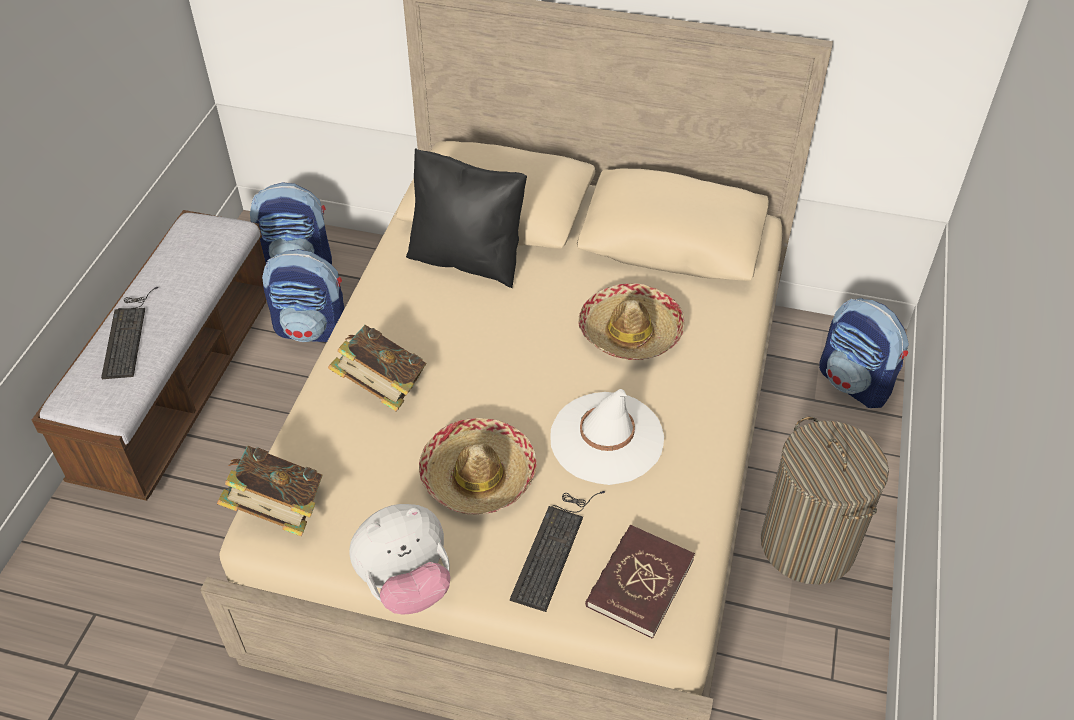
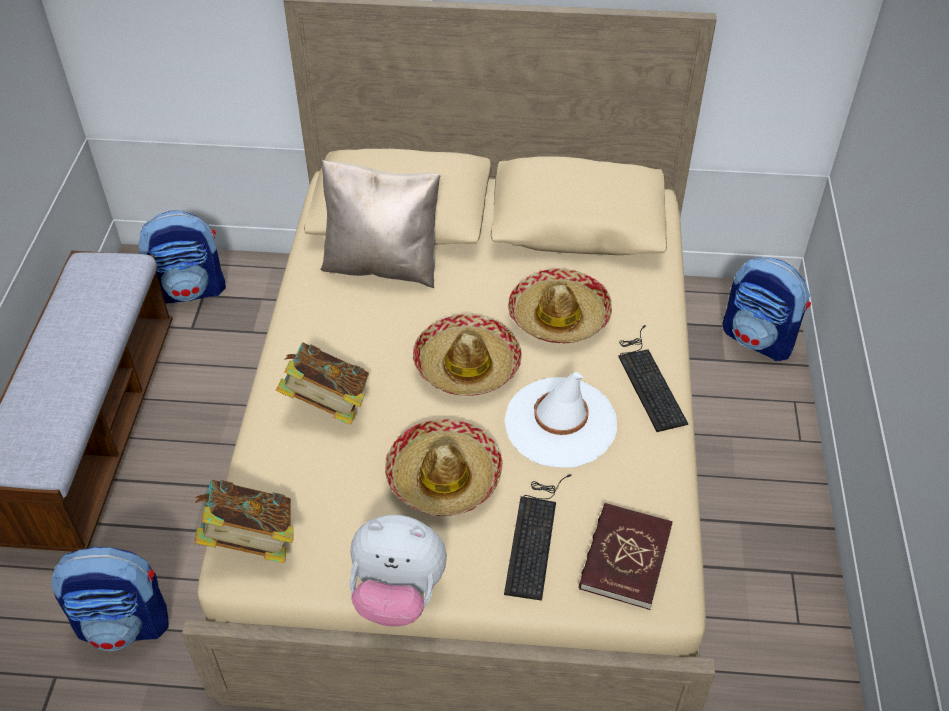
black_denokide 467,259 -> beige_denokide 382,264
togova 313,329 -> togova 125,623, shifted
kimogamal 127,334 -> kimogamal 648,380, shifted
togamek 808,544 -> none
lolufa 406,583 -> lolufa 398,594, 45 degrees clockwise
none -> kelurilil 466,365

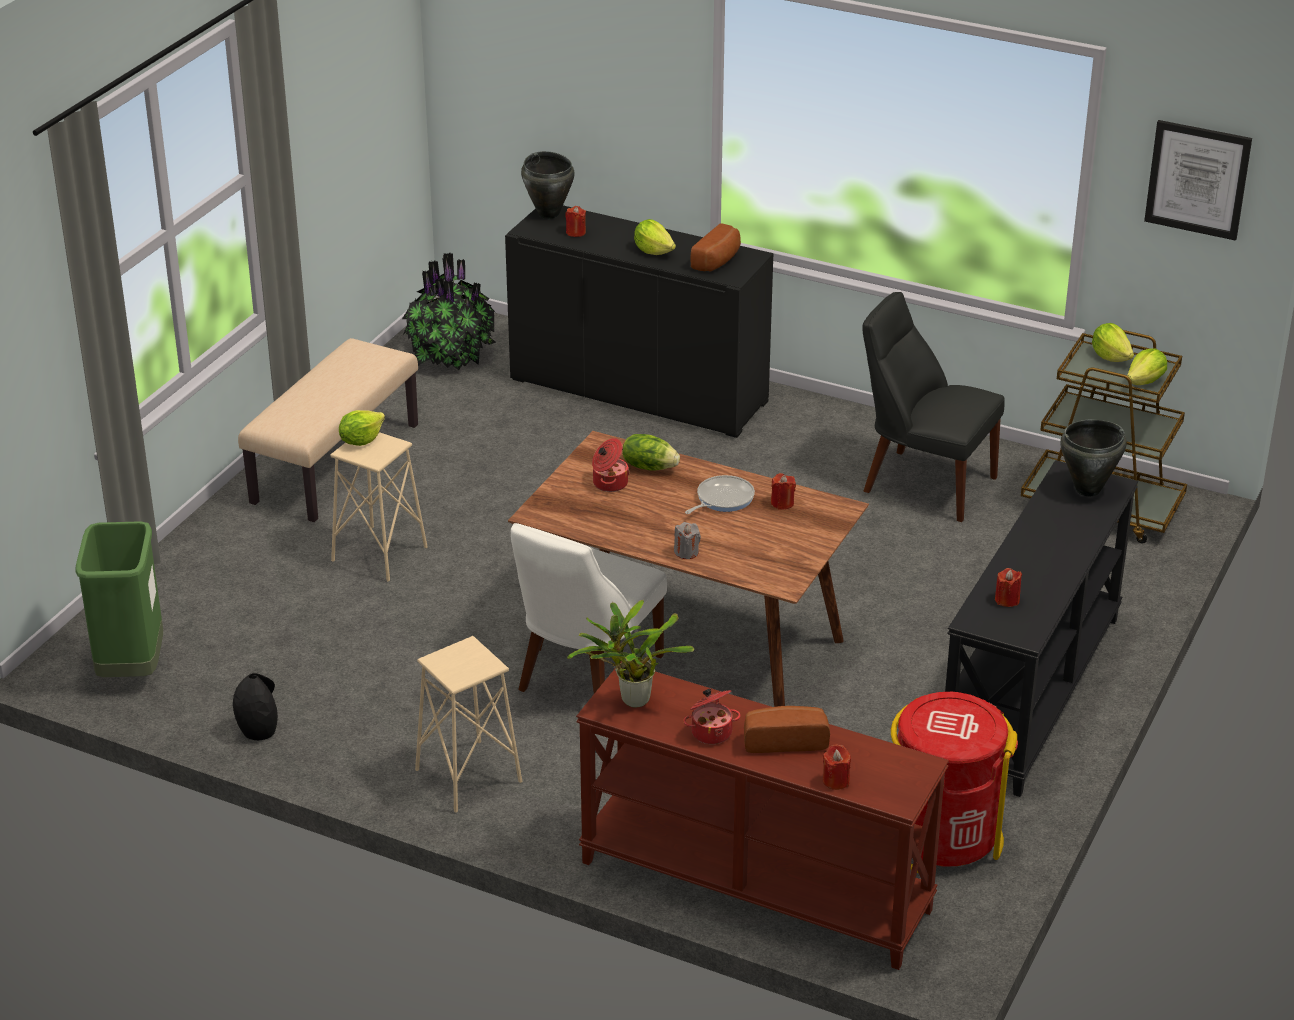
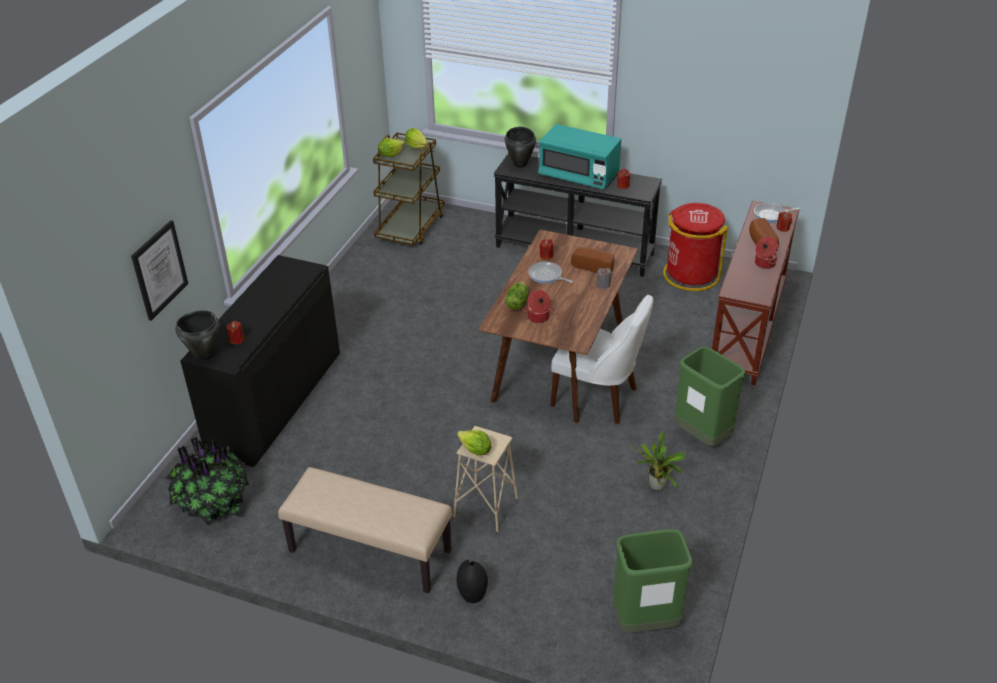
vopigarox 1197,179 -> vopigarox 159,270, shifted
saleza 653,251 -> none
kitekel 718,260 -> kitekel 594,266, shifted
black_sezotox 923,483 -> none
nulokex 631,700 -> nulokex 657,487, shifted
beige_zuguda 468,776 -> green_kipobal 702,435
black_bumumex 258,730 -> black_bumumex 472,594, shifted
none -> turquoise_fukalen 579,176
none -> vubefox 771,215

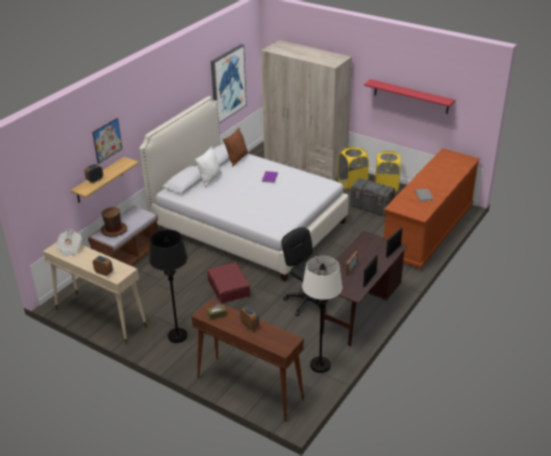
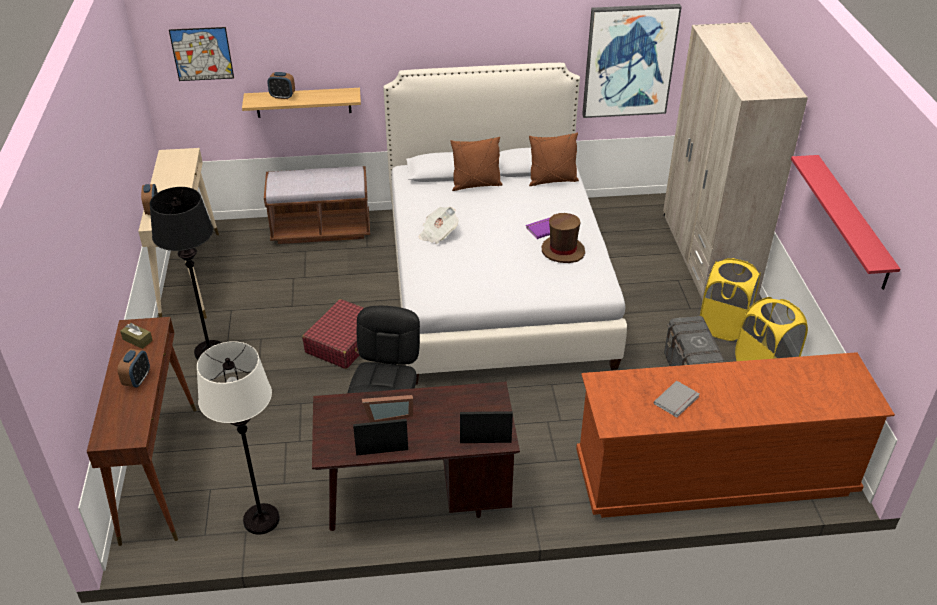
vopigarox 107,140 -> vopigarox 202,54, shifted
white_denokide 210,179 -> brown_denokide 476,185
brown_kelurilil 114,230 -> brown_kelurilil 562,251, shifted
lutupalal 69,249 -> lutupalal 438,234, shifted

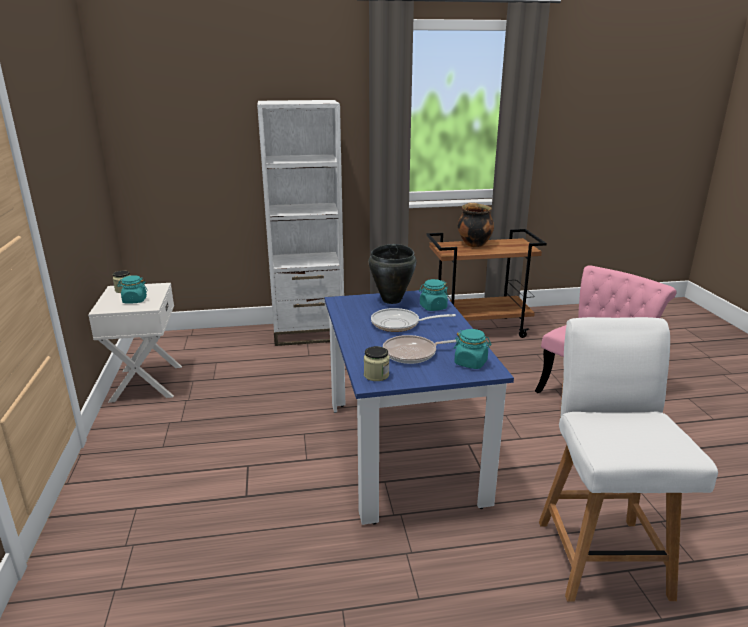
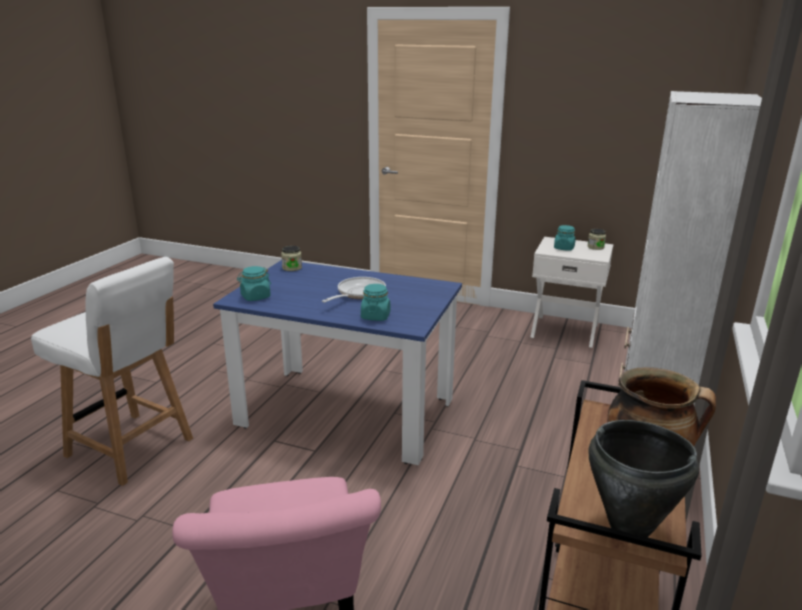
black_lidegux 392,300 -> black_lidegux 629,529, shifted
vubefox 413,353 -> none

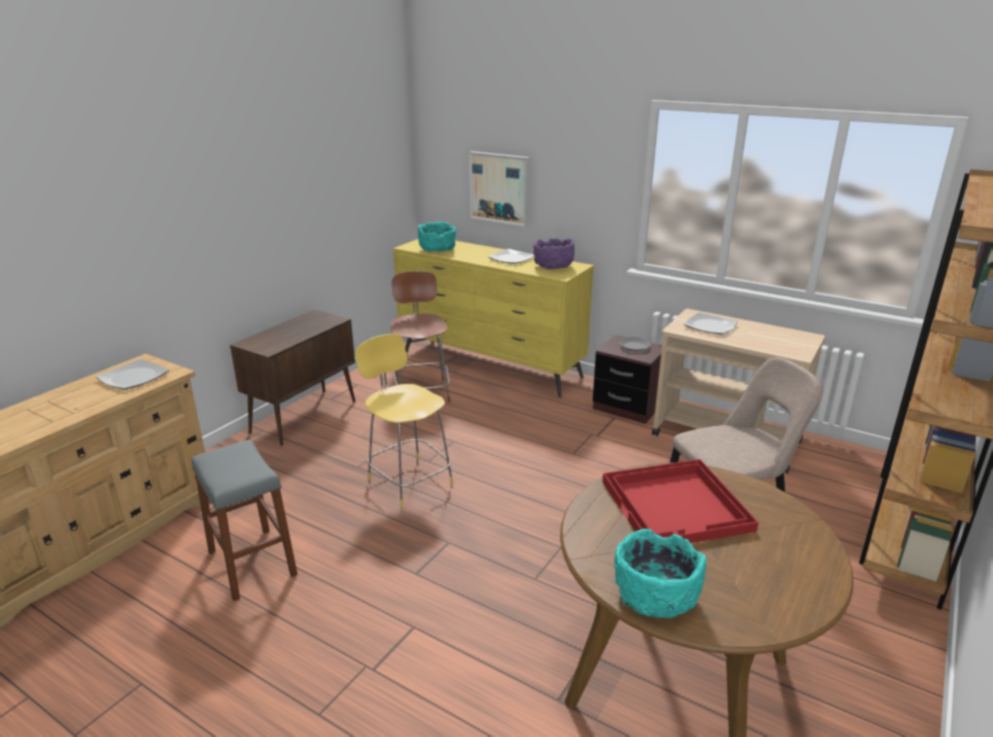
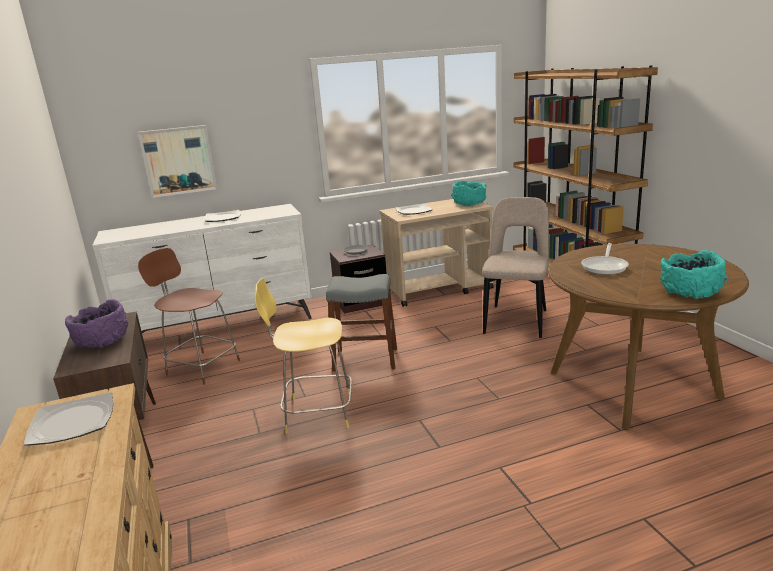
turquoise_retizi 437,249 -> turquoise_retizi 469,203, shifted
purple_retizi 553,266 -> purple_retizi 102,341, shifted
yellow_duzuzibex 490,365 -> white_duzuzibex 221,327
grey_zuguda 252,563 -> grey_zuguda 365,359, shifted
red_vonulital 677,506 -> vubefox 605,267

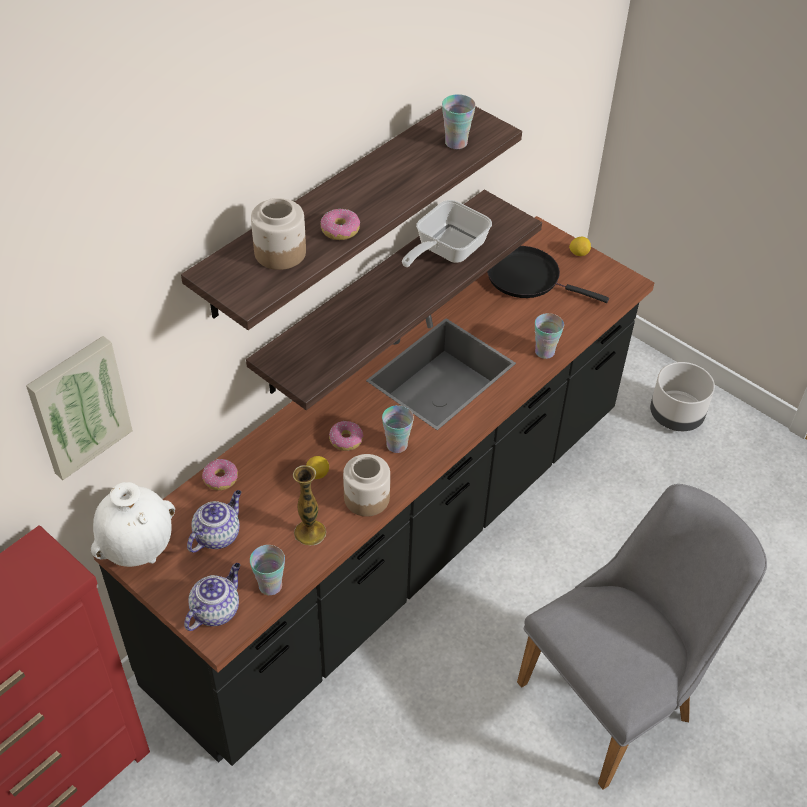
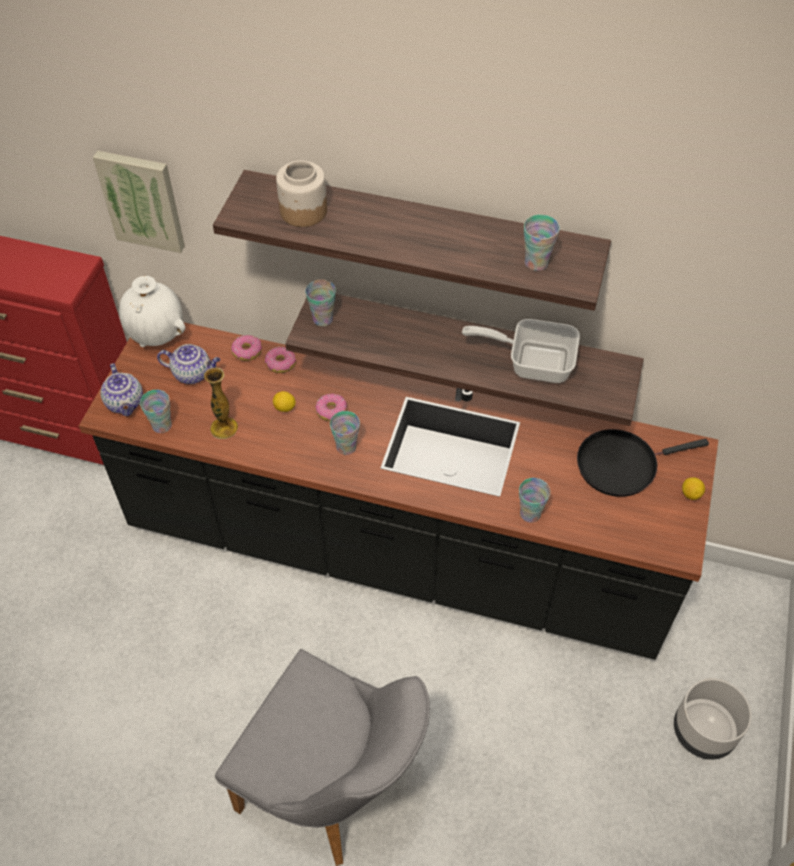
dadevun 340,230 -> dadevun 280,363, shifted
black_vubefox 528,278 -> black_vubefox 621,464, 105 degrees counterclockwise
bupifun 367,498 -> none
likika 216,609 -> likika 125,403, 60 degrees clockwise
none -> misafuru 323,319

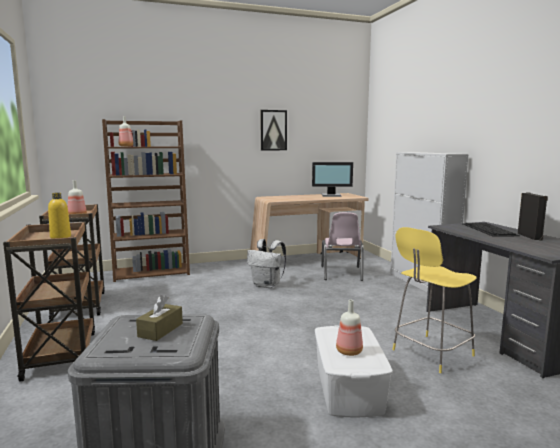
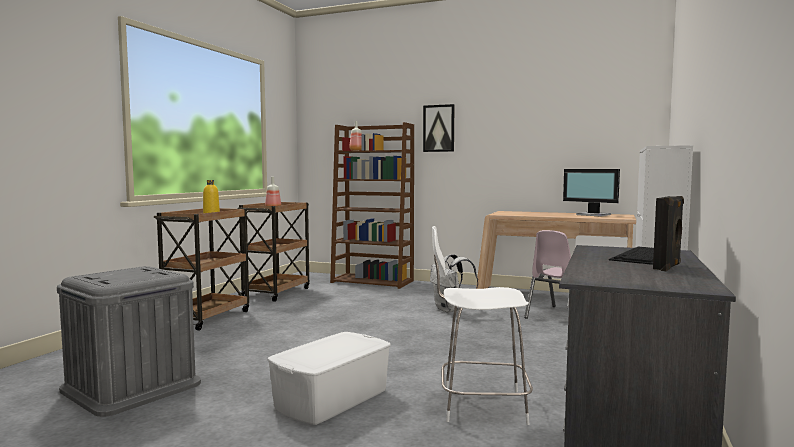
vopigarox 273,130 -> vopigarox 439,128, shifted
yellow_zuguda 430,353 -> white_zuguda 479,405
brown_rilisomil 160,330 -> none
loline 349,352 -> none

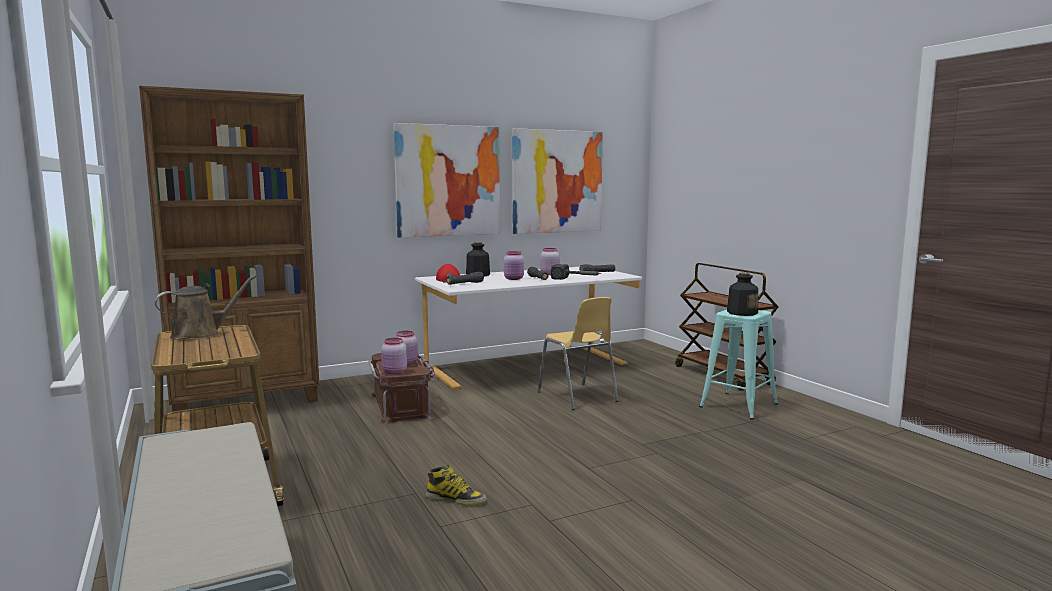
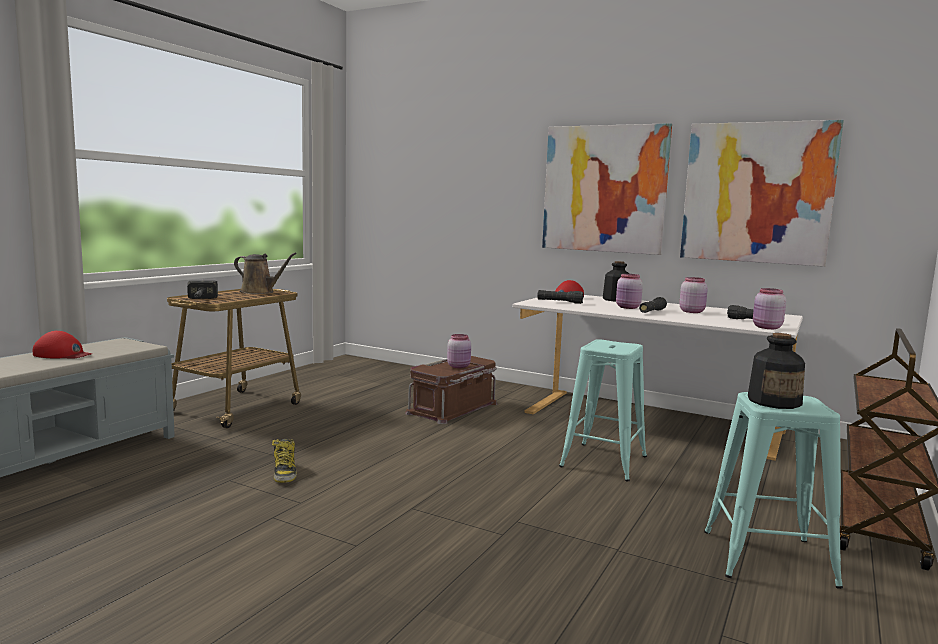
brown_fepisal 247,401 -> none
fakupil 577,279 -> fakupil 200,300, shifted
yellow_sezotox 578,397 -> turquoise_zuguda 603,461
pink_bupifun 394,372 -> pink_bupifun 766,327, shifted
none -> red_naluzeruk 62,354

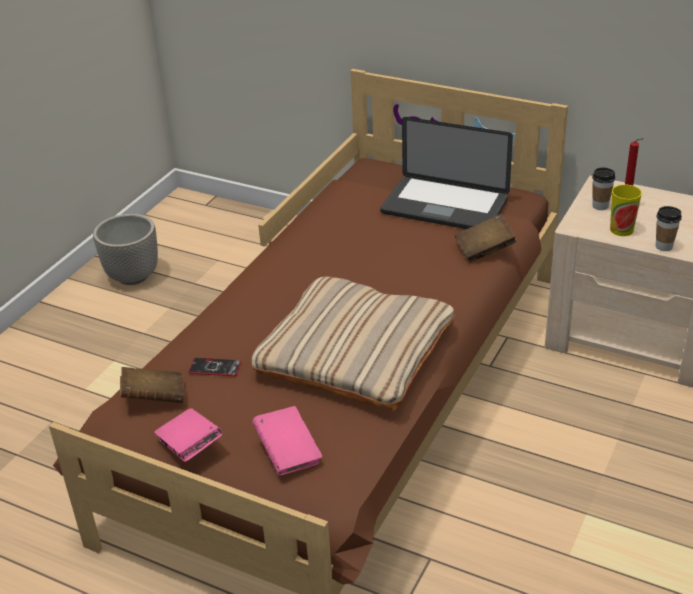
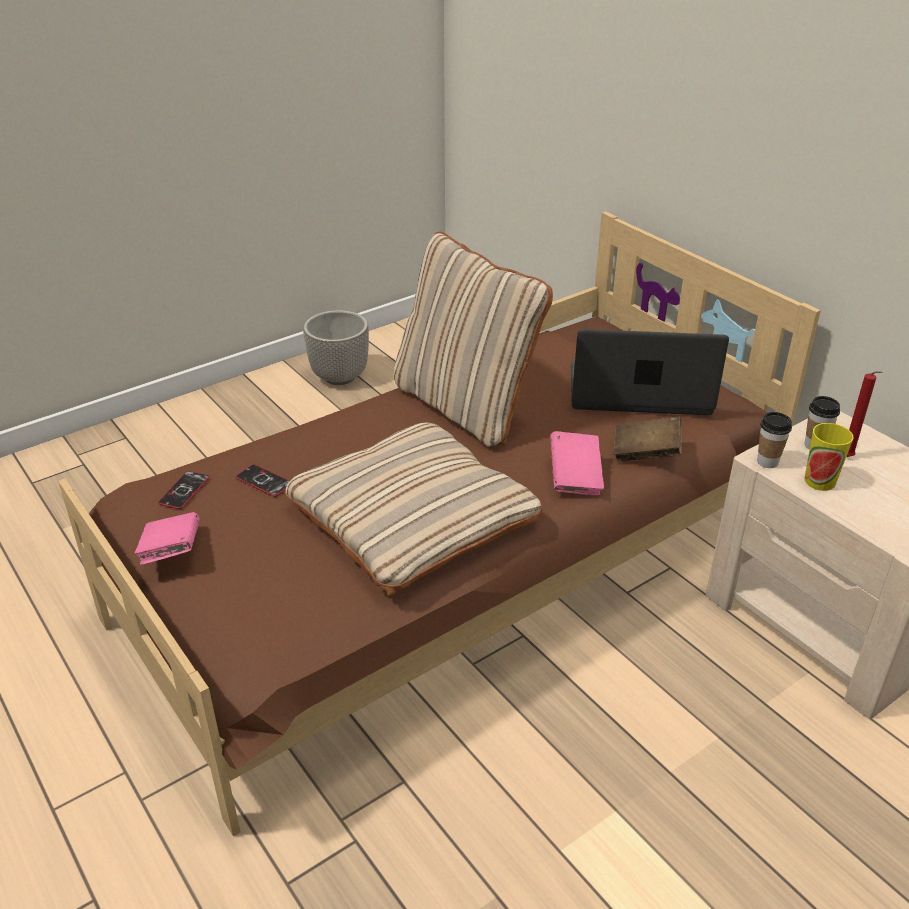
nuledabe 444,206 -> nuledabe 639,392, 135 degrees clockwise
misafuru 664,246 -> misafuru 767,462, shifted
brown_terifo 154,398 -> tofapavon 184,491
pink_terifo 288,453 -> pink_terifo 575,478, shifted
none -> beige_denokide 466,405

